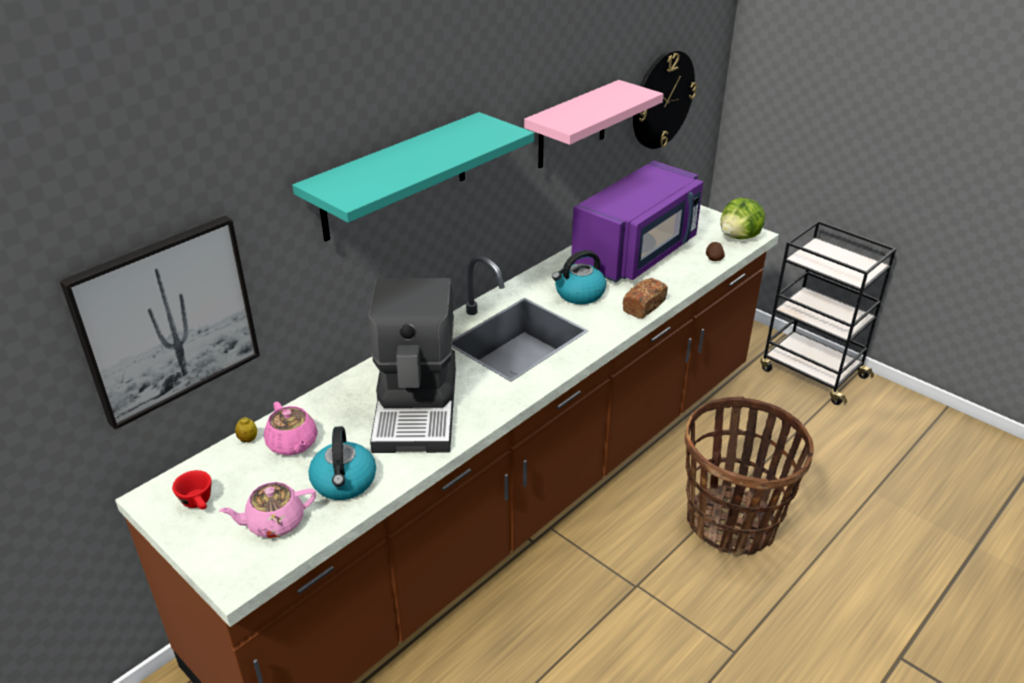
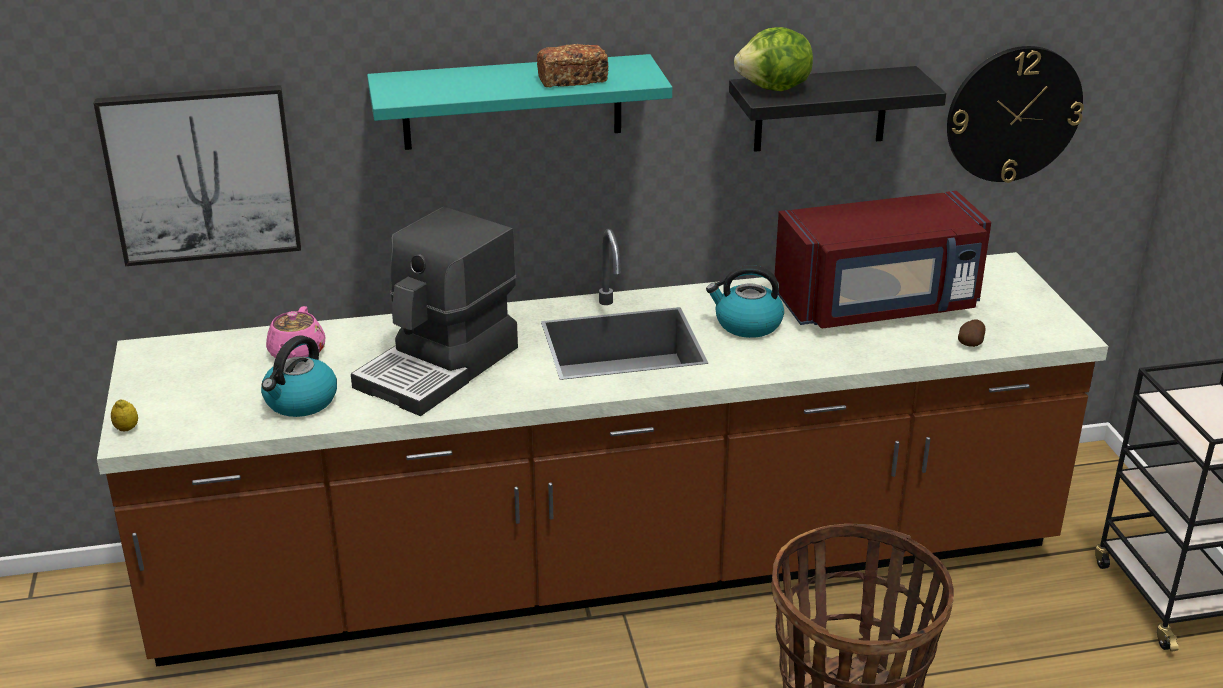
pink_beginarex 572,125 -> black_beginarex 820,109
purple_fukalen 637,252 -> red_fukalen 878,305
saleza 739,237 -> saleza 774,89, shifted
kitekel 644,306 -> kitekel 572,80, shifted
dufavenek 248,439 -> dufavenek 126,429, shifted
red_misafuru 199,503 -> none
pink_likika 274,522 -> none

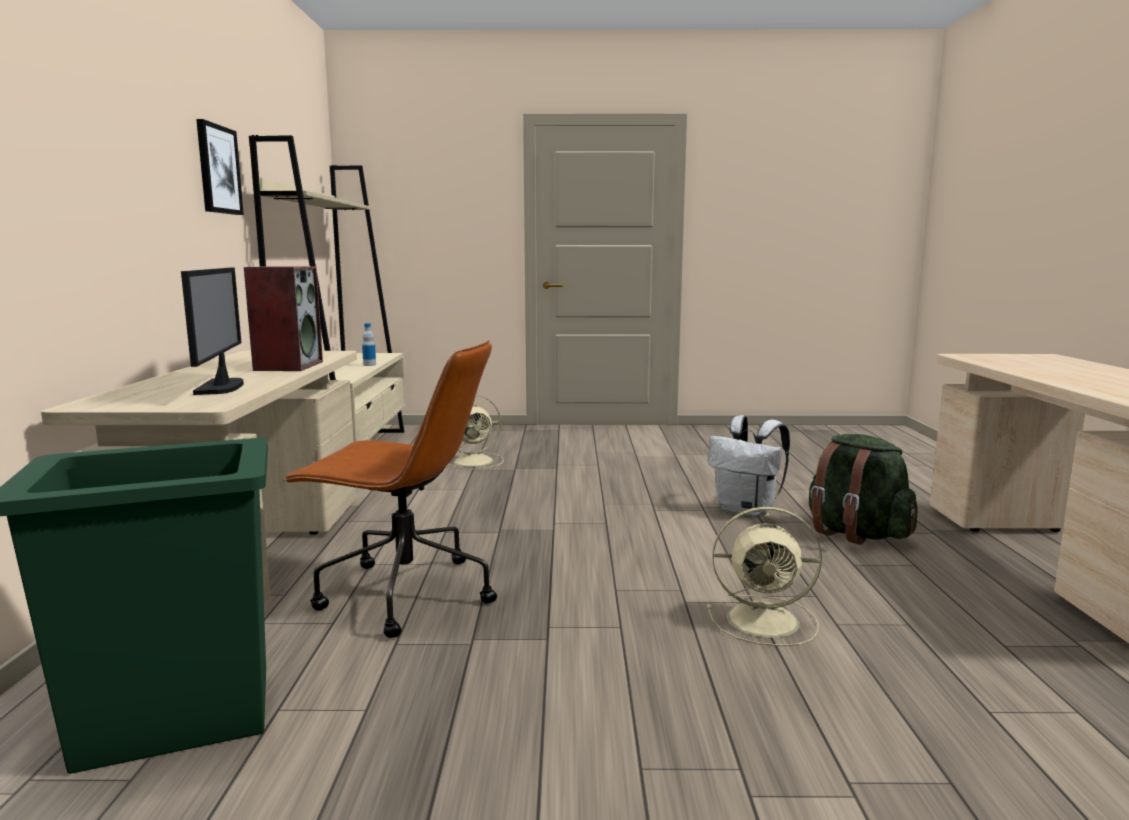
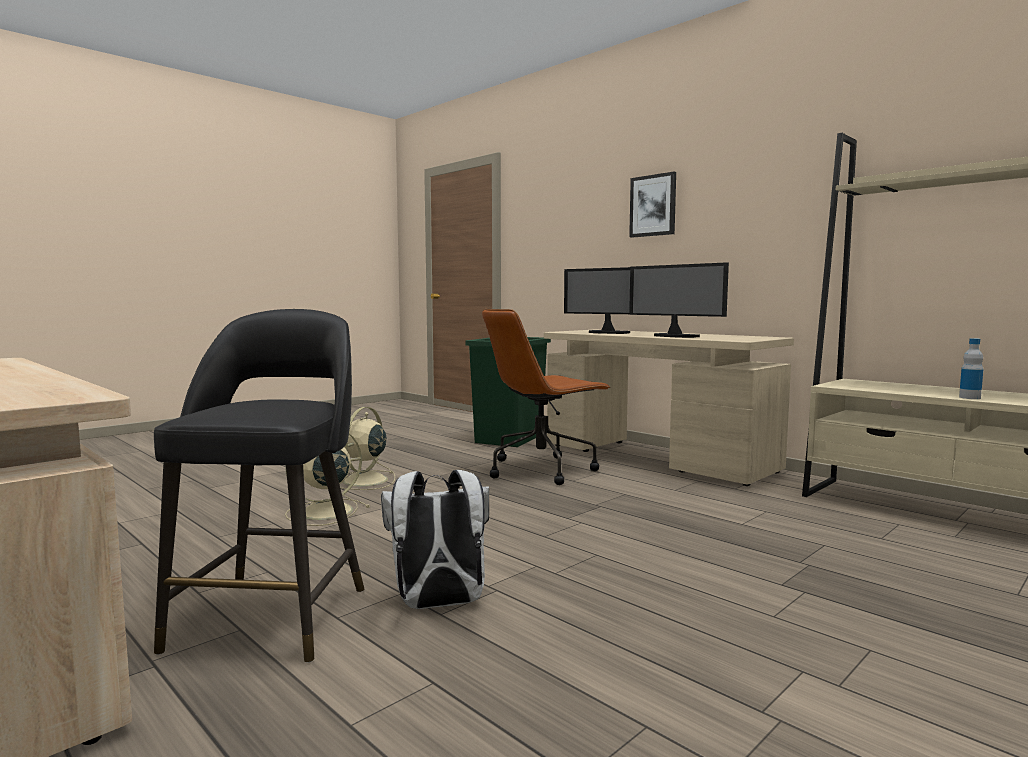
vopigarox 218,169 -> vopigarox 653,205, shifted
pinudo 288,366 -> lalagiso 674,336
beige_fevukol 475,461 -> beige_fevukol 364,481, shifted
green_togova 855,534 -> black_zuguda 273,615

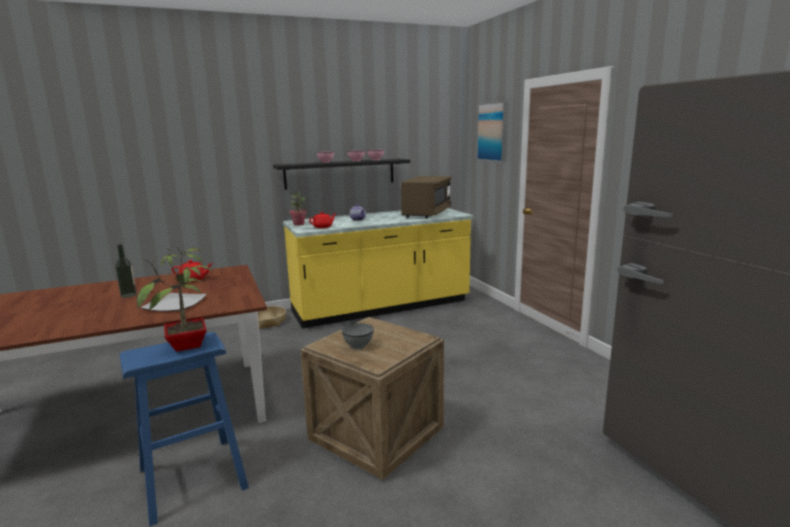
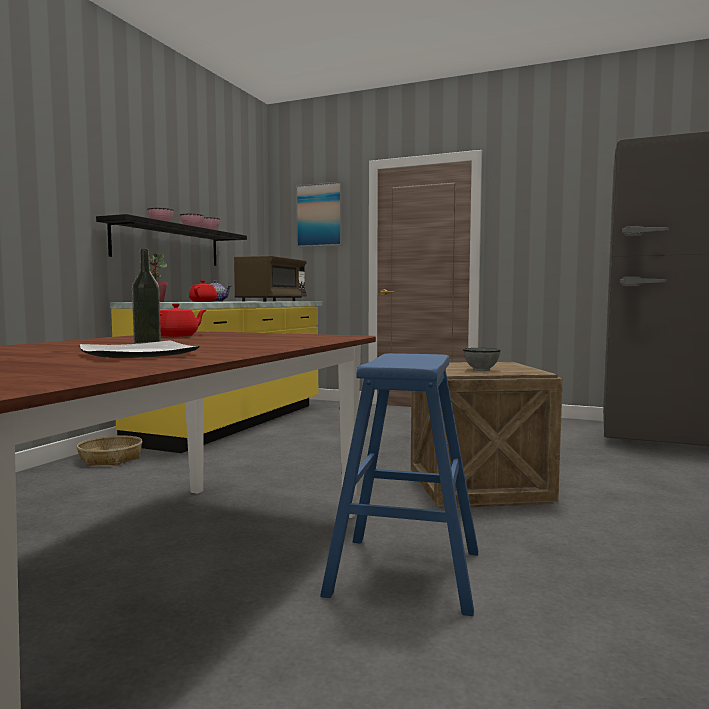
brown_fukalen 427,214 -> brown_fukalen 272,301, 45 degrees clockwise
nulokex 187,346 -> none
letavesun 175,304 -> letavesun 140,354, shifted

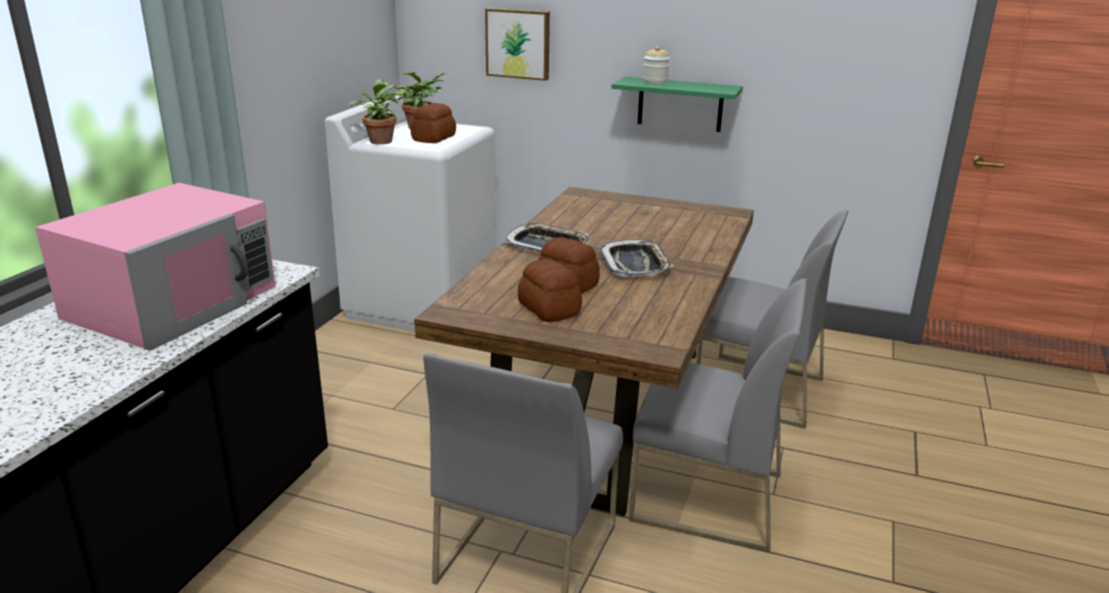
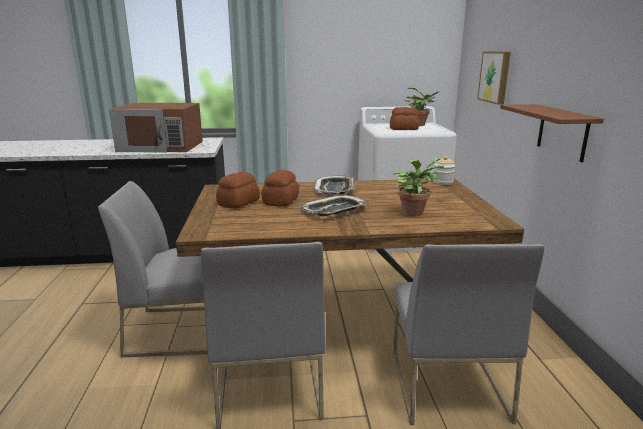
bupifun 655,81 -> bupifun 443,182, shifted
green_beginarex 680,104 -> brown_beginarex 562,132
nulokex 380,141 -> nulokex 413,212, shifted
pink_fukalen 174,302 -> brown_fukalen 162,146

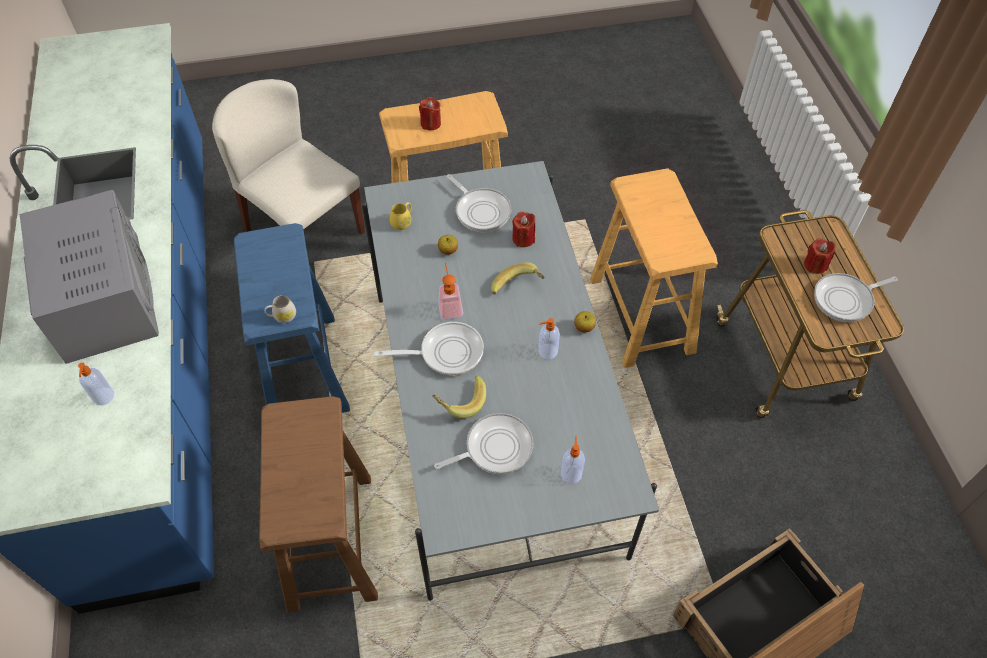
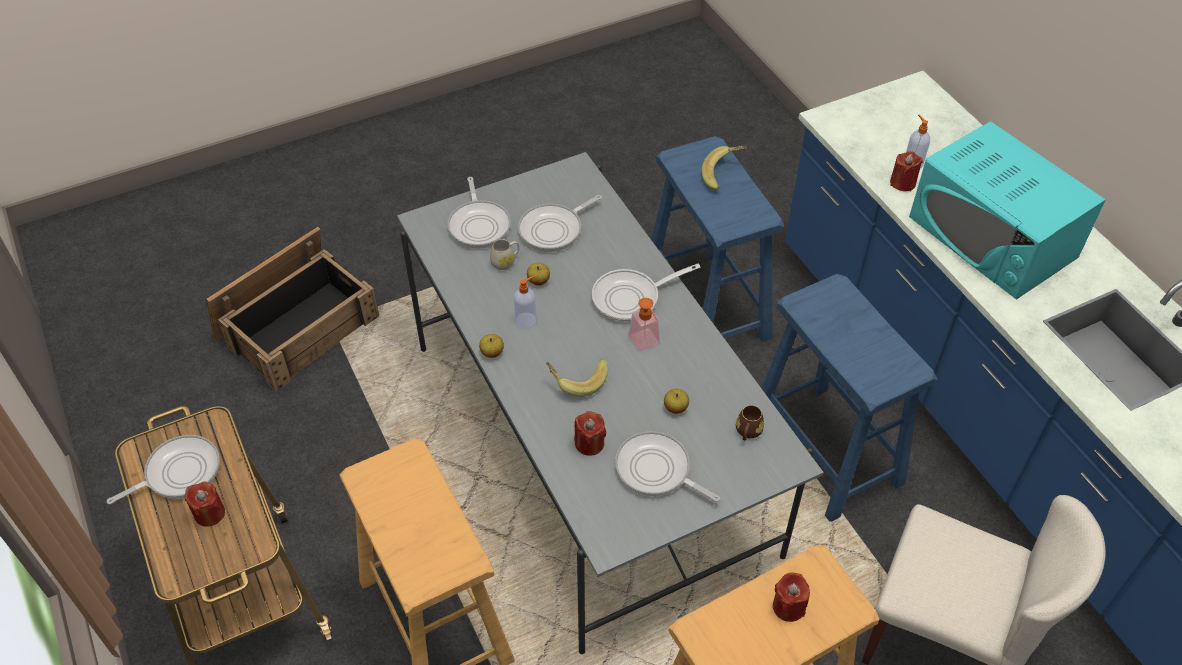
grey_fukalen 103,297 -> turquoise_fukalen 992,237
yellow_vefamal 402,222 -> brown_vefamal 747,432
white_vefamal 282,316 -> white_vefamal 505,262, shifted
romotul 460,401 -> romotul 724,175, shifted
brown_zuguda 331,540 -> blue_zuguda 706,307
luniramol 571,473 -> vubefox 479,225
none -> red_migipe 902,183
none -> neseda 538,281

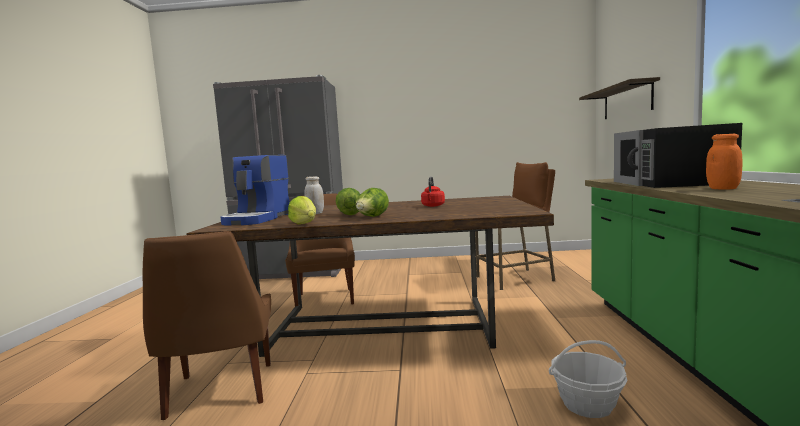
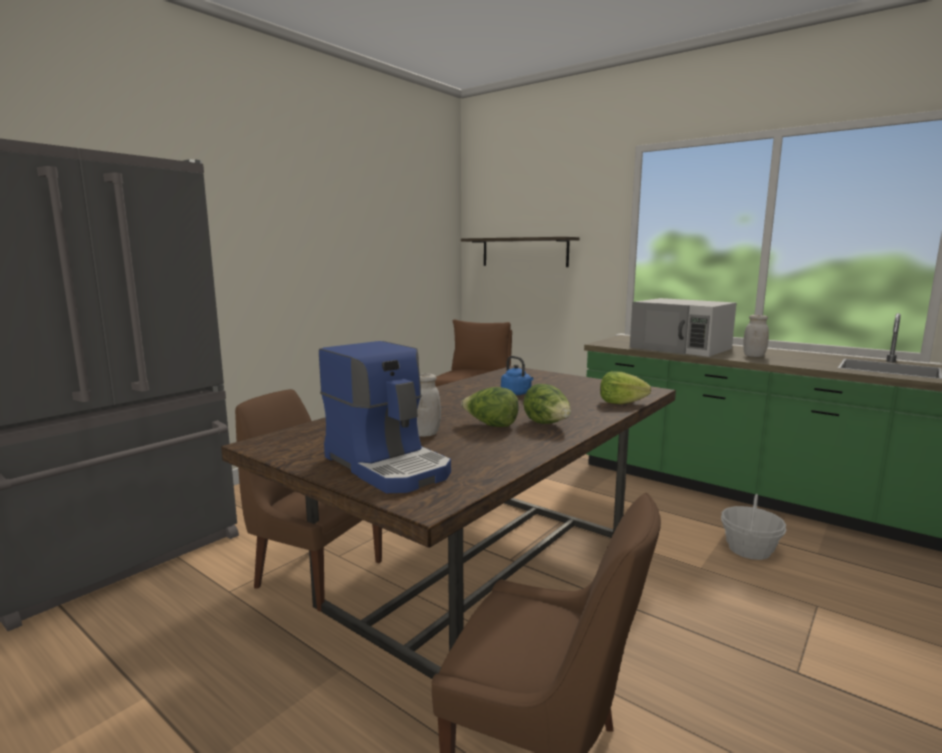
black_fukalen 670,182 -> white_fukalen 681,348
orange_bupifun 723,188 -> white_bupifun 754,356
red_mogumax 432,206 -> blue_mogumax 517,393
saleza 304,224 -> saleza 621,402, shifted

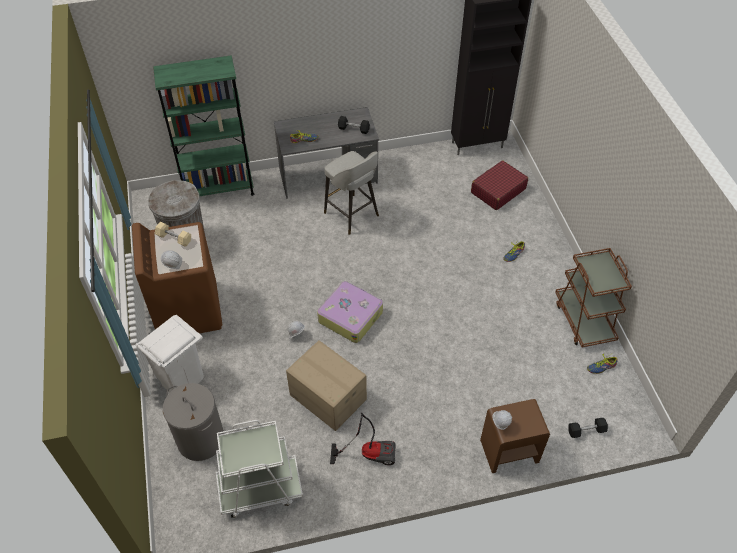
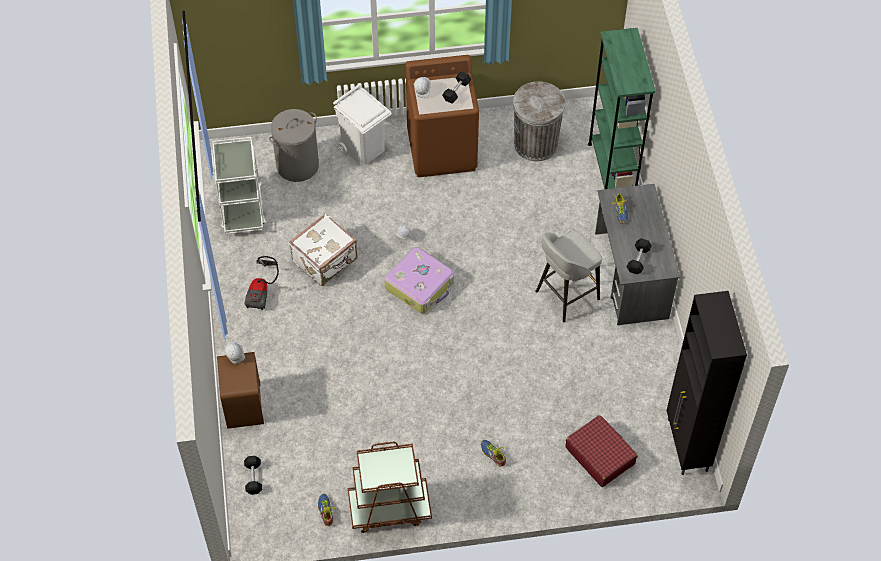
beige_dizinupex 174,238 -> black_dizinupex 456,91
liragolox 327,397 -> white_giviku 326,261

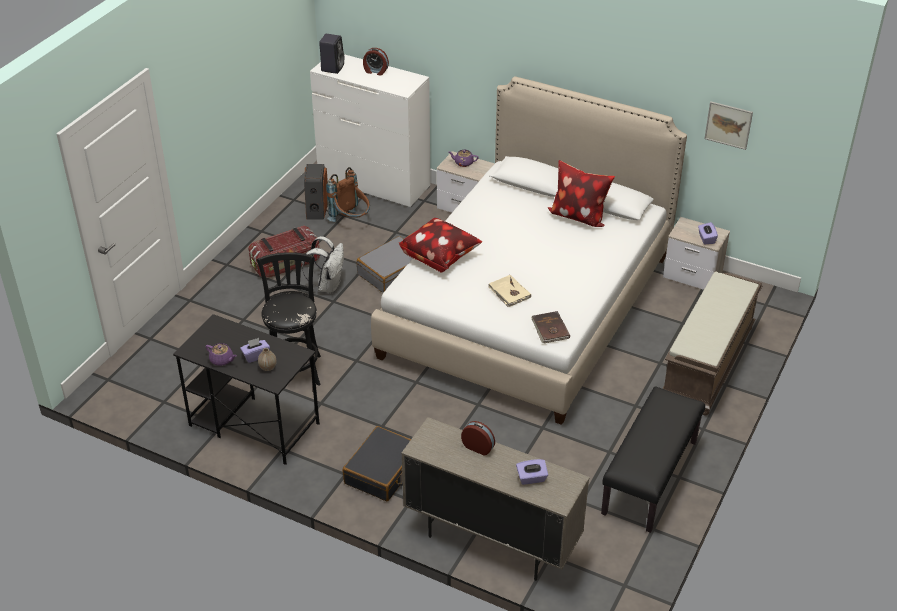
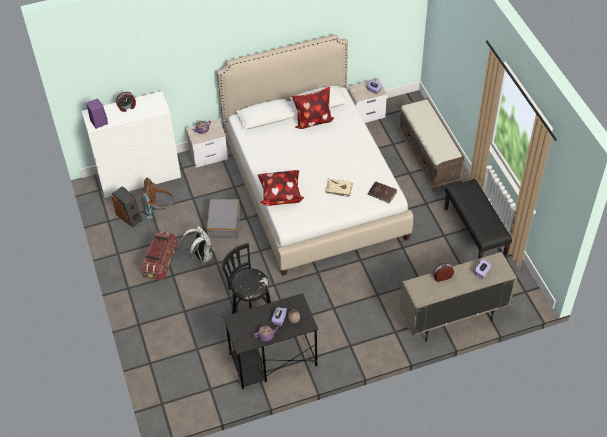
black_pinudo 332,67 -> purple_pinudo 98,121
vopigarox 728,125 -> none
black_giviku 383,472 -> none

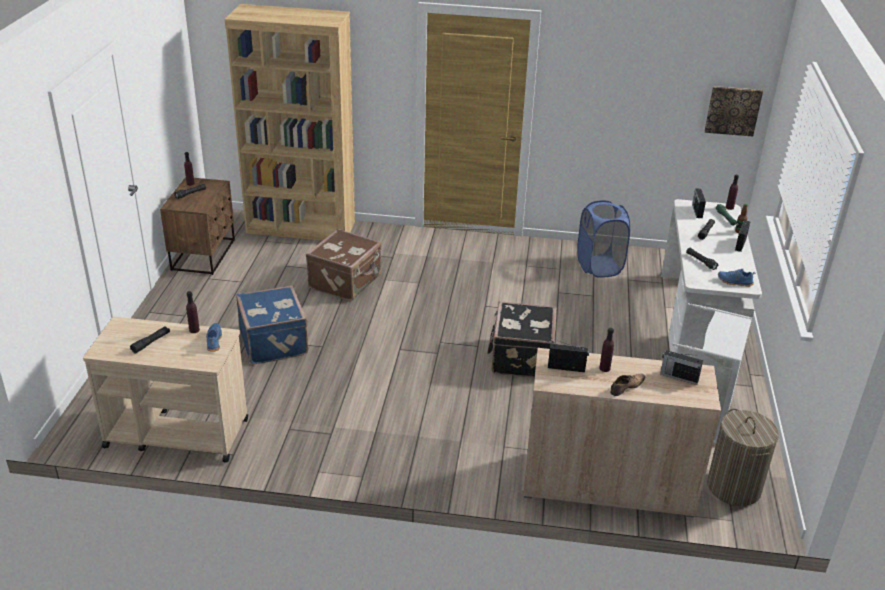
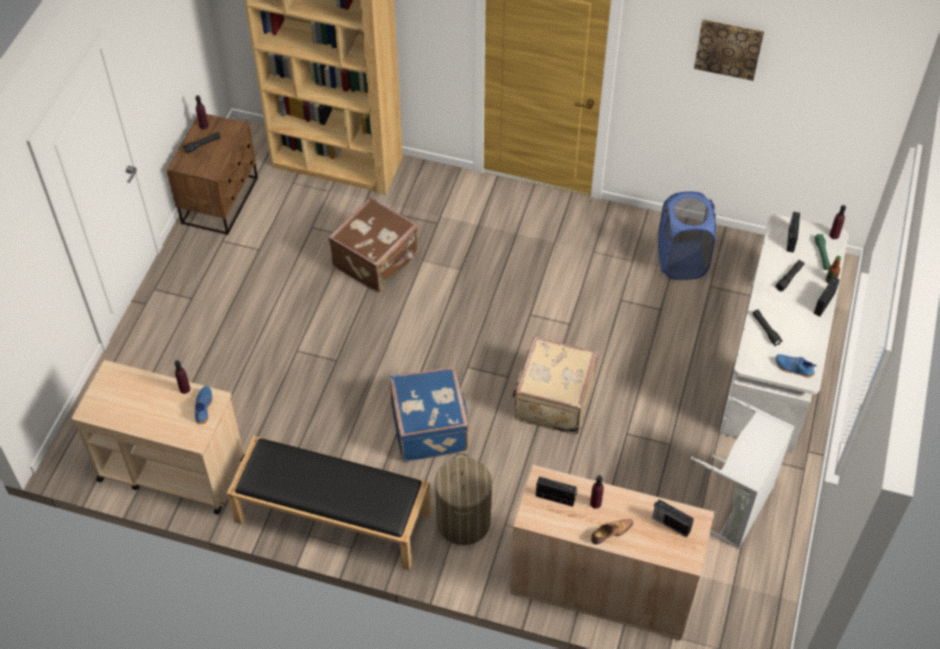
vopigarox 733,110 -> vopigarox 728,48, shifted
blue_giviku 275,342 -> blue_giviku 431,427, shifted
black_giviku 520,358 -> beige_giviku 552,400
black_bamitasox 151,342 -> none
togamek 733,487 -> togamek 463,521, shifted
none -> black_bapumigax 331,517

